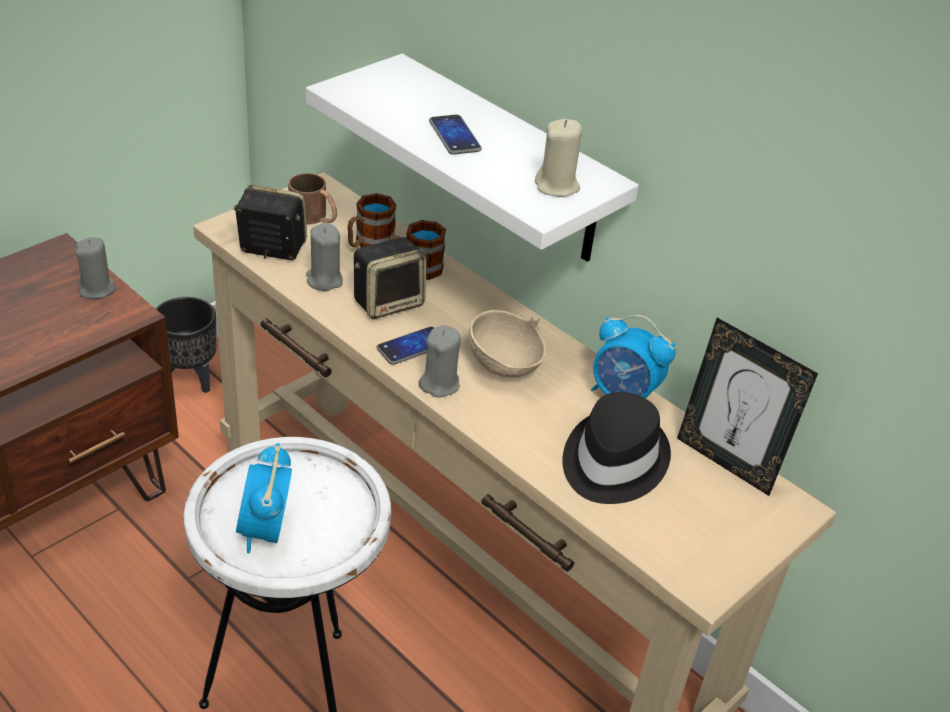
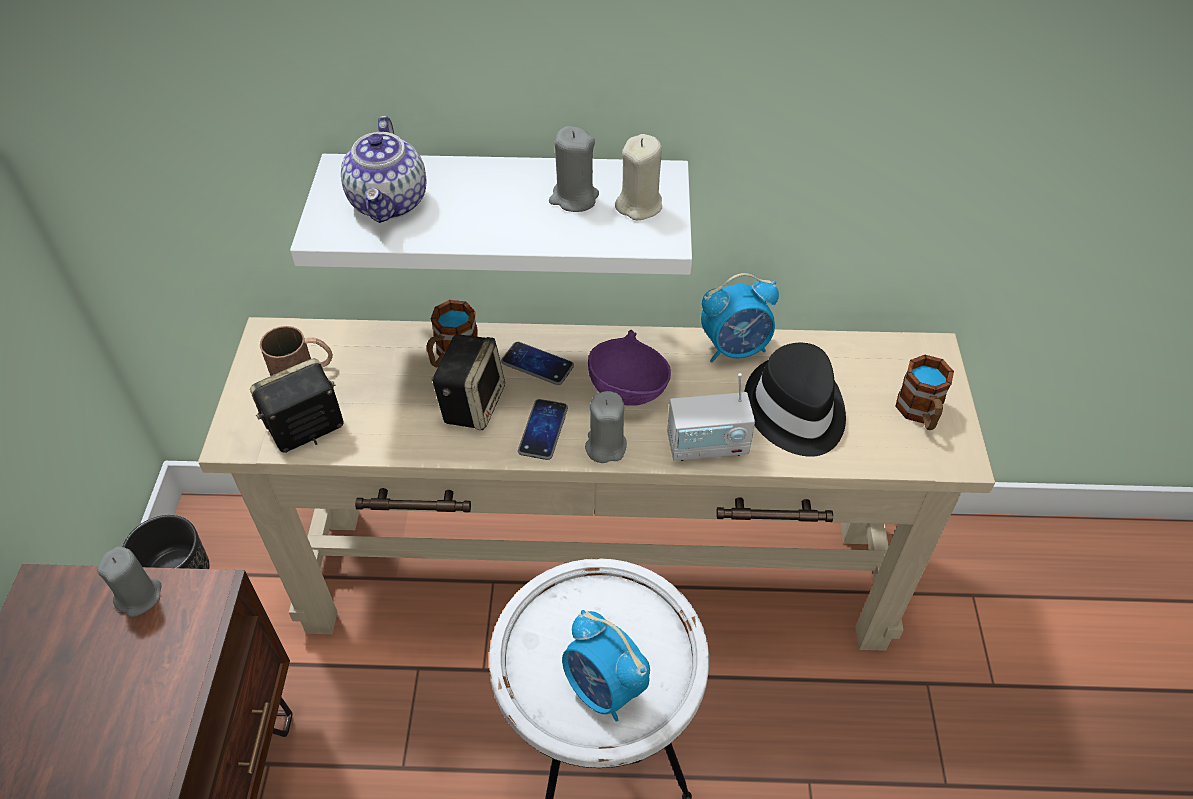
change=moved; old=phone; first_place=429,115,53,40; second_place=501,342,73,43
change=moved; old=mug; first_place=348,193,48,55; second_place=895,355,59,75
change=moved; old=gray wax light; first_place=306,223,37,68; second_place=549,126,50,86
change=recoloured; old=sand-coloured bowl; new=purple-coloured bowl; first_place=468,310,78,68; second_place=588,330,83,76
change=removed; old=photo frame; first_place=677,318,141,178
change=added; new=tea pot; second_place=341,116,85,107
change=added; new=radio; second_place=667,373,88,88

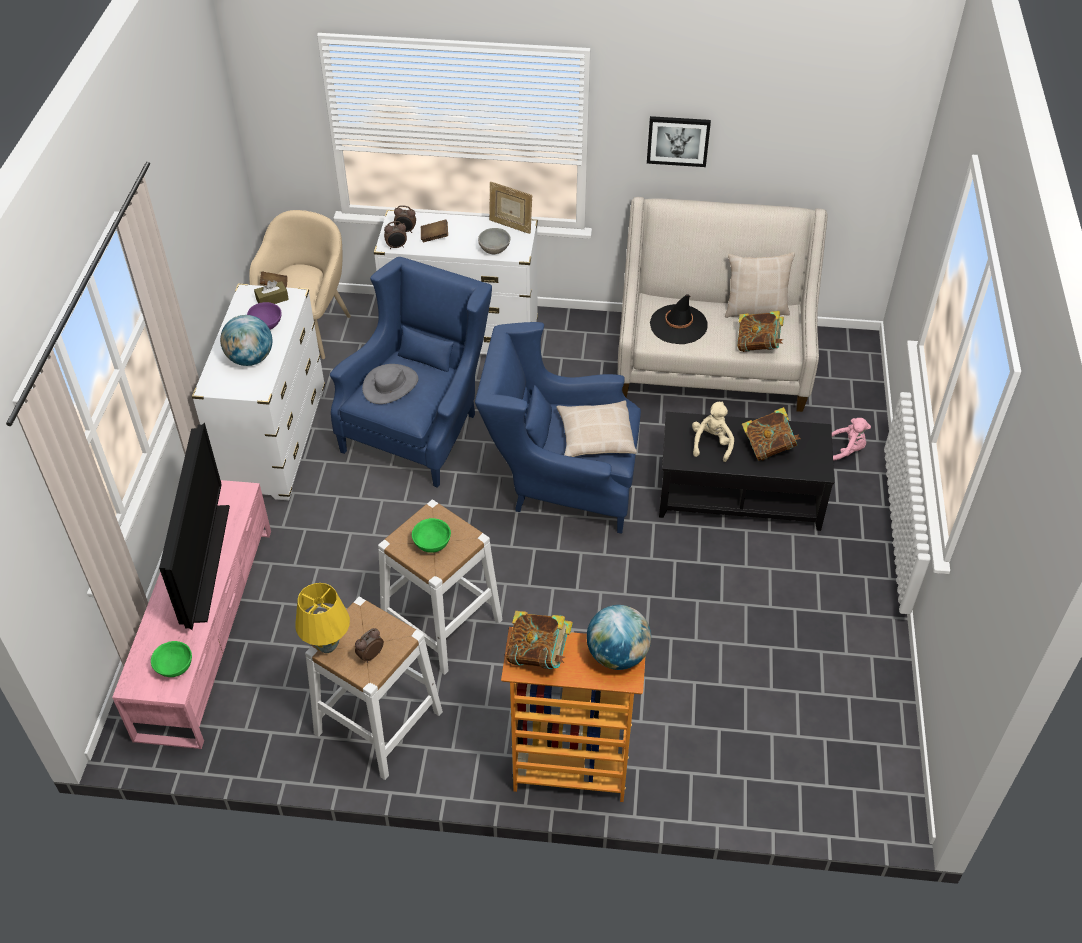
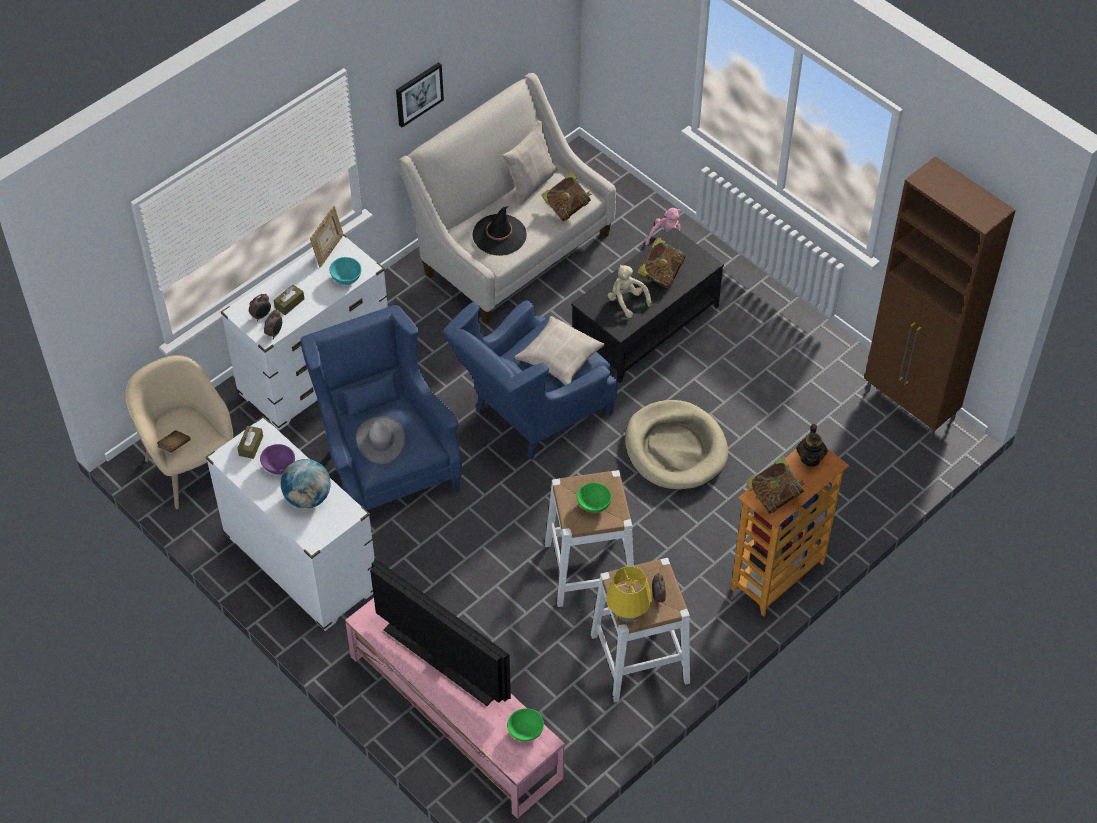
change=turned; old=photo frame; first_place=489,182,43,52; second_place=310,206,34,62; degrees=-45
change=replaced; old=brownish bound book; new=brownish tissue holder; first_place=421,220,27,22; second_place=273,285,31,30
change=recoloured; old=gray bowl; new=turquoise-coloured bowl; first_place=478,228,32,27; second_place=329,257,32,28
change=replaced; old=globe; new=tea pot; first_place=587,605,64,65; second_place=797,424,31,43
change=added; new=brownish cupboard; second_place=864,156,152,284
change=added; new=sand-coloured dog bed; second_place=625,400,103,90

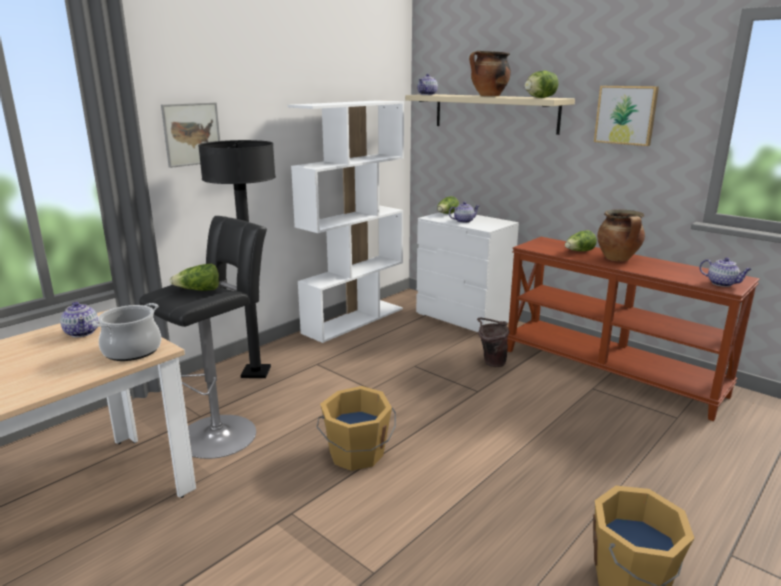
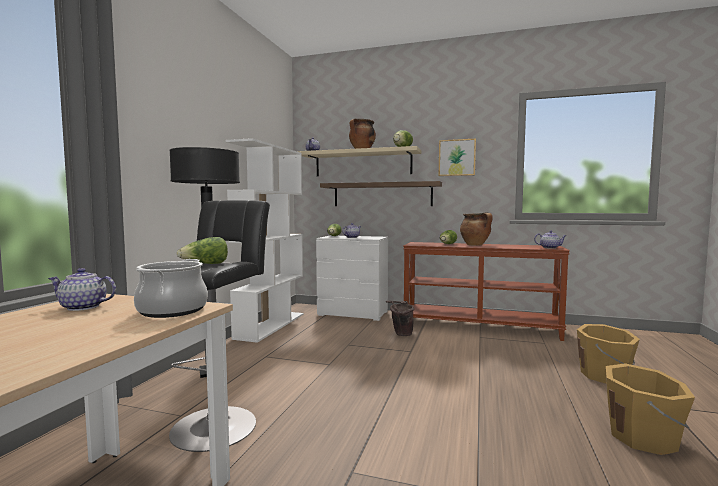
change=removed; old=wall art; first_place=161,102,59,66
change=turned; old=tea pot; first_place=60,302,39,35; second_place=48,268,68,43; degrees=150
change=moved; old=orange pail; first_place=317,386,79,85; second_place=577,324,63,60
change=added; new=bracket shelf; second_place=320,181,122,25

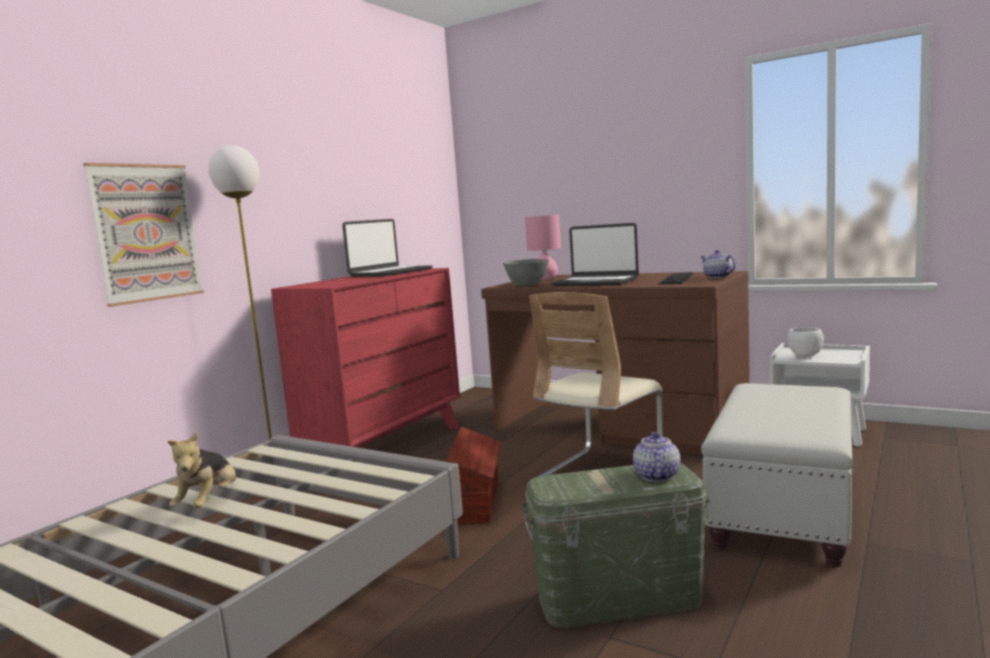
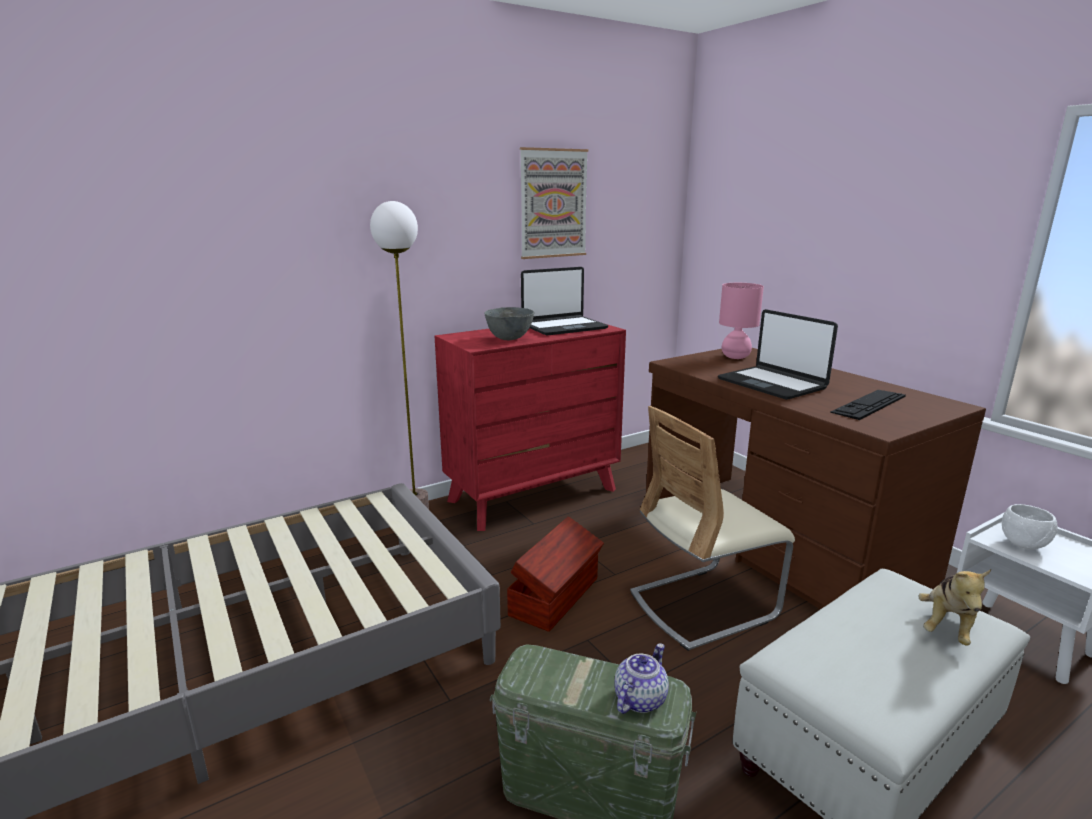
change=moved; old=wall art; first_place=83,163,121,144; second_place=520,147,68,112
change=removed; old=tea pot; first_place=701,250,35,28
change=moved; old=gray bowl; first_place=503,259,46,28; second_place=484,307,50,33
change=moved; old=soft toy; first_place=168,432,68,76; second_place=919,569,72,77

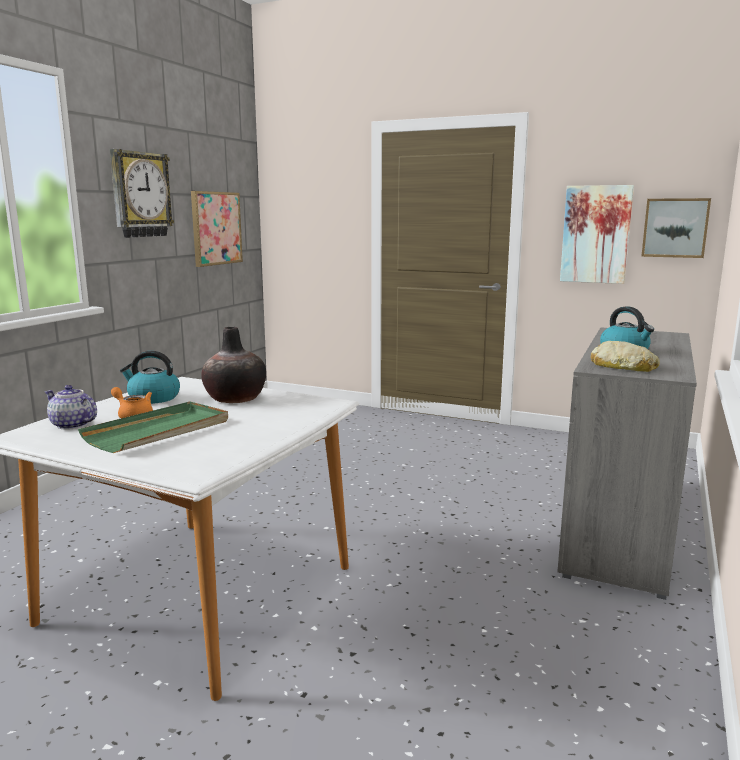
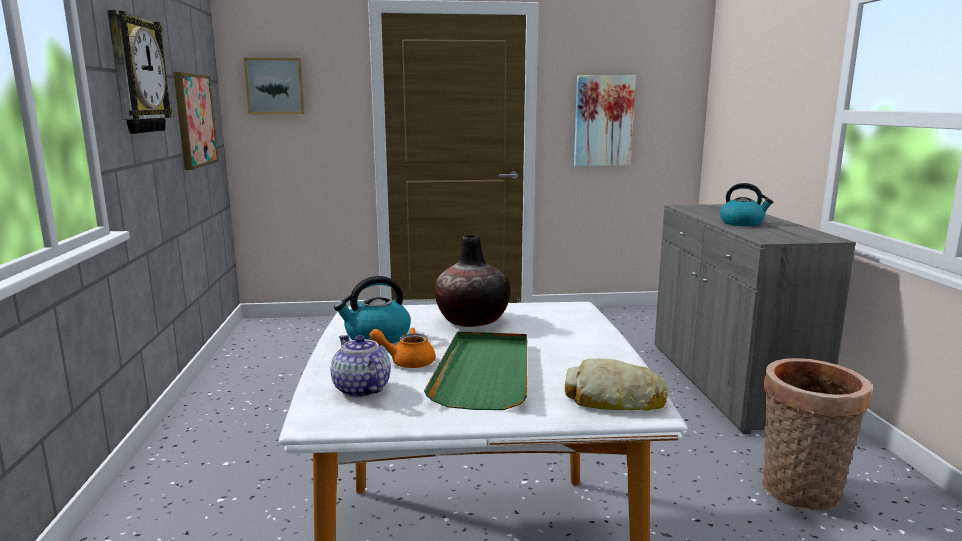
change=moved; old=wall art; first_place=641,198,70,60; second_place=244,58,61,56
change=moved; old=baked bread; first_place=591,341,69,31; second_place=565,358,103,53
change=turned; old=tea pot; first_place=45,385,52,45; second_place=331,335,60,63; degrees=60
change=added; new=household basket; second_place=762,358,110,153

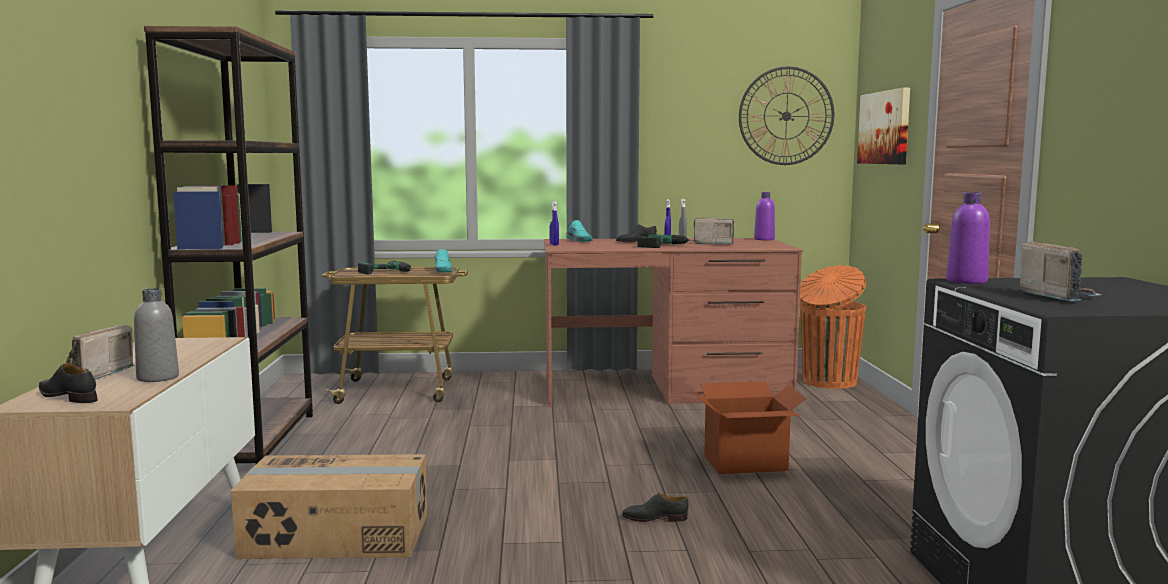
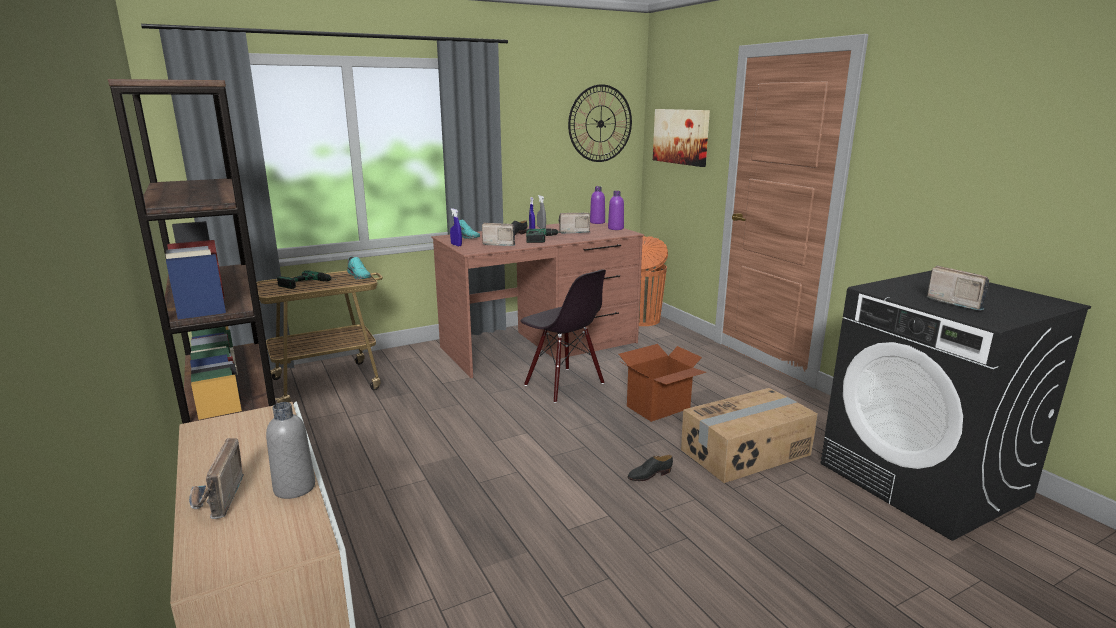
change=moved; old=purple-coloured drink bottle; first_place=946,192,44,92; second_place=608,191,16,39
change=removed; old=black-coloured shoe; first_place=39,363,59,40
change=moved; old=cardboard box; first_place=231,454,196,105; second_place=681,388,137,95
change=added; new=radio; second_place=482,223,34,23
change=added; new=black-coloured upright chair; second_place=521,270,85,133

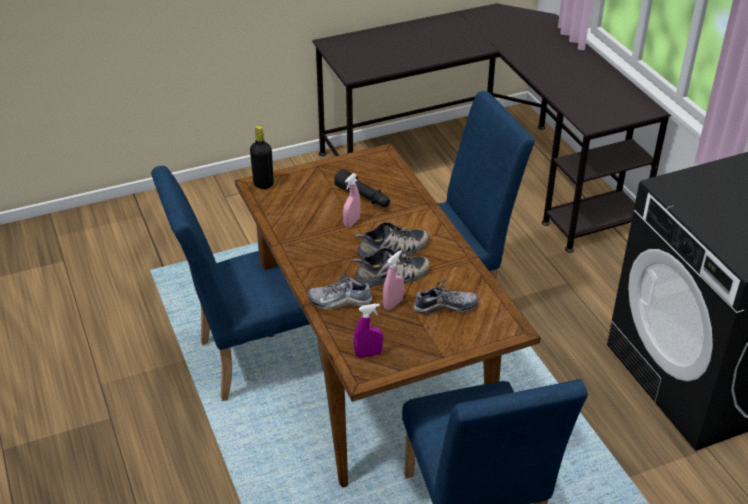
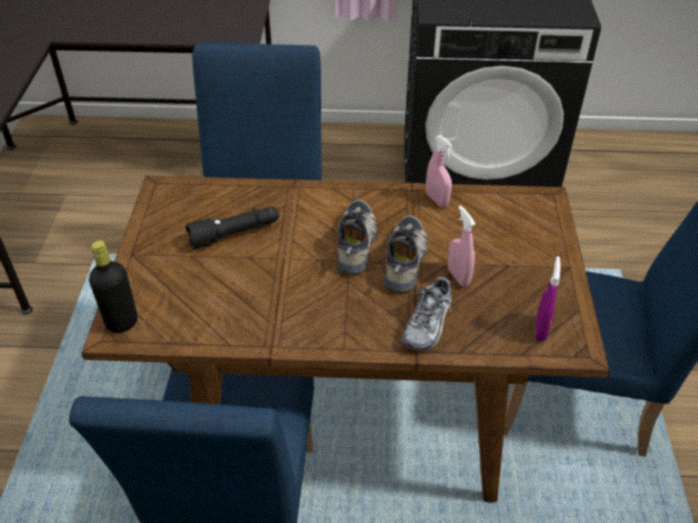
change=moved; old=pink-coloured hand sprayer; first_place=343,173,17,55; second_place=426,135,27,72
change=removed; old=shoe; first_place=414,278,64,36

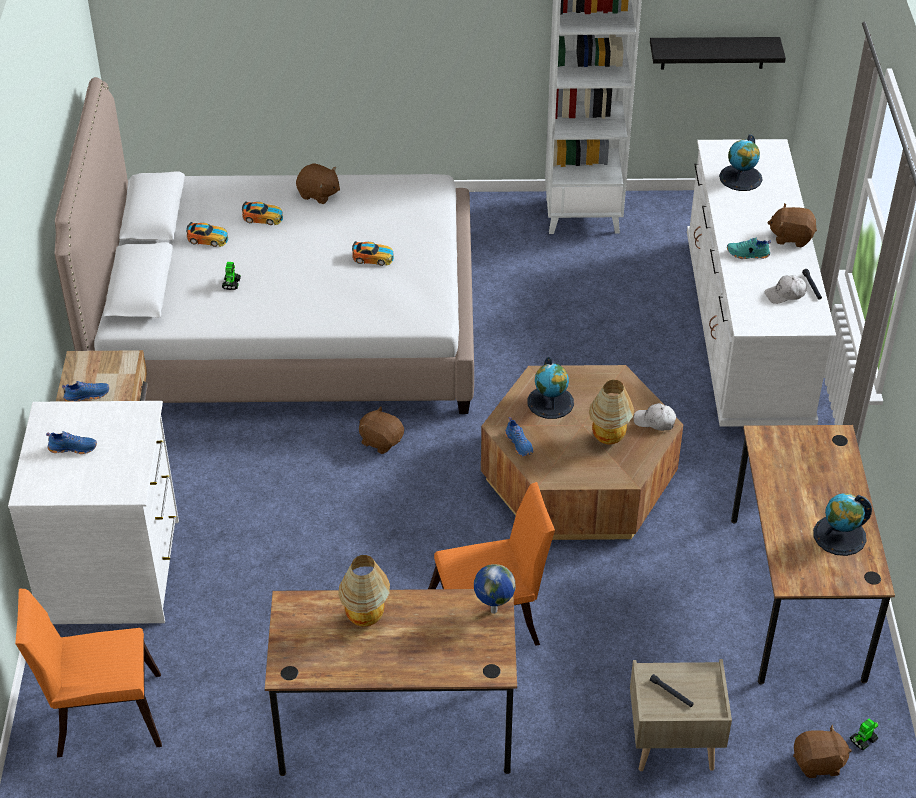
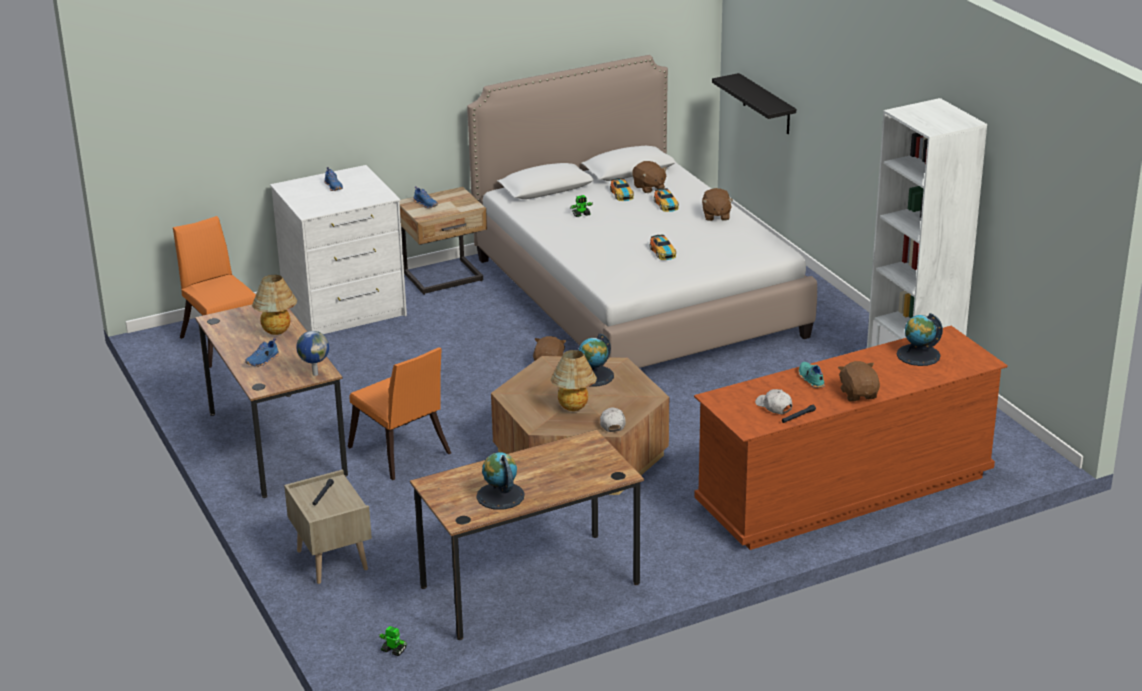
change=moved; old=black-coloured bracket shelf; first_place=650,37,136,32; second_place=712,73,84,61
change=recoloured; old=whitish drawer chest; new=brownish drawer chest; first_place=687,139,149,288; second_place=694,326,314,224
change=moved; old=bluish shoe; first_place=505,417,28,40; second_place=245,338,34,29
change=moved; old=brownish soft toy; first_place=793,725,59,53; second_place=632,161,35,32

